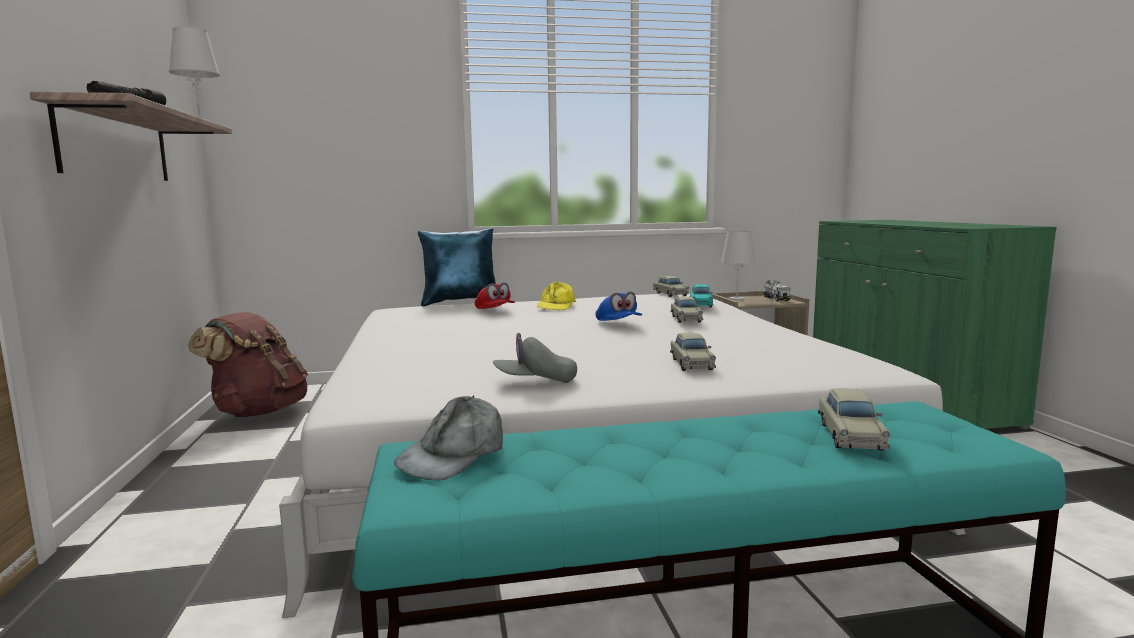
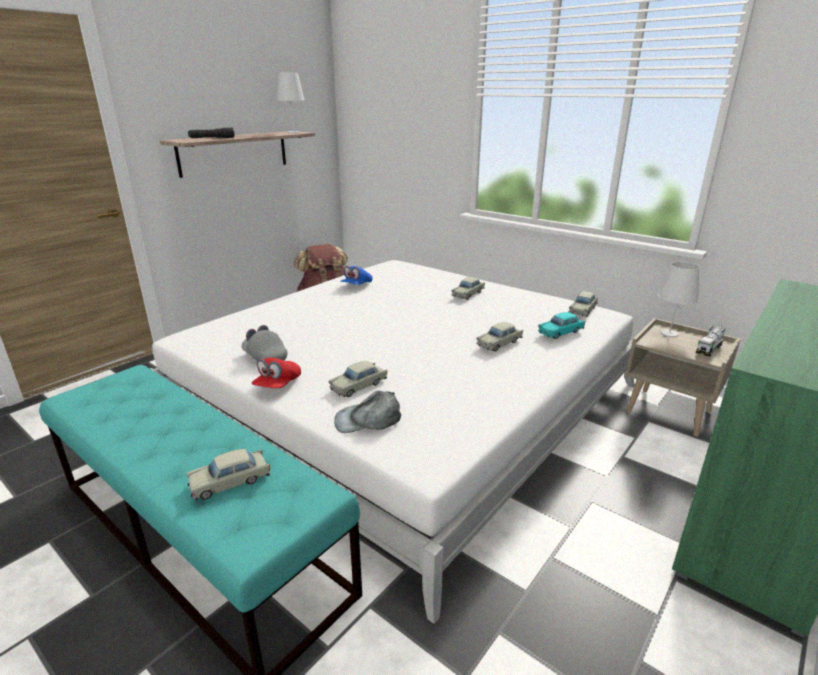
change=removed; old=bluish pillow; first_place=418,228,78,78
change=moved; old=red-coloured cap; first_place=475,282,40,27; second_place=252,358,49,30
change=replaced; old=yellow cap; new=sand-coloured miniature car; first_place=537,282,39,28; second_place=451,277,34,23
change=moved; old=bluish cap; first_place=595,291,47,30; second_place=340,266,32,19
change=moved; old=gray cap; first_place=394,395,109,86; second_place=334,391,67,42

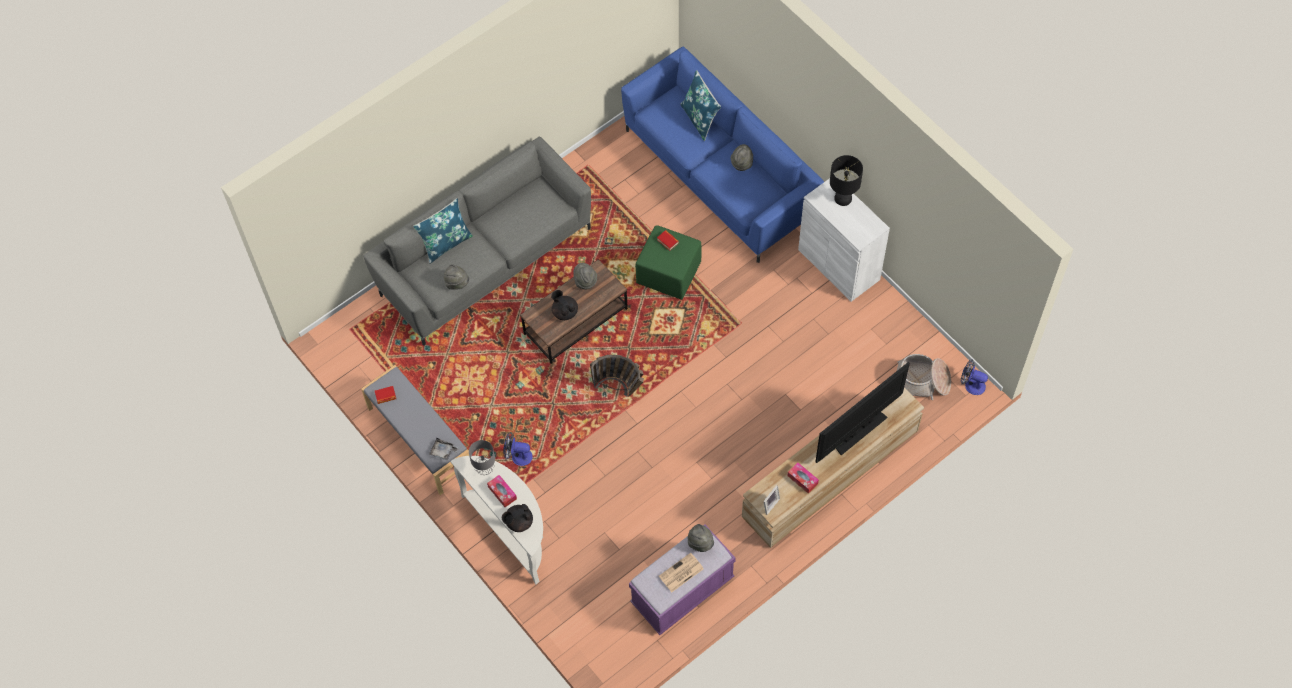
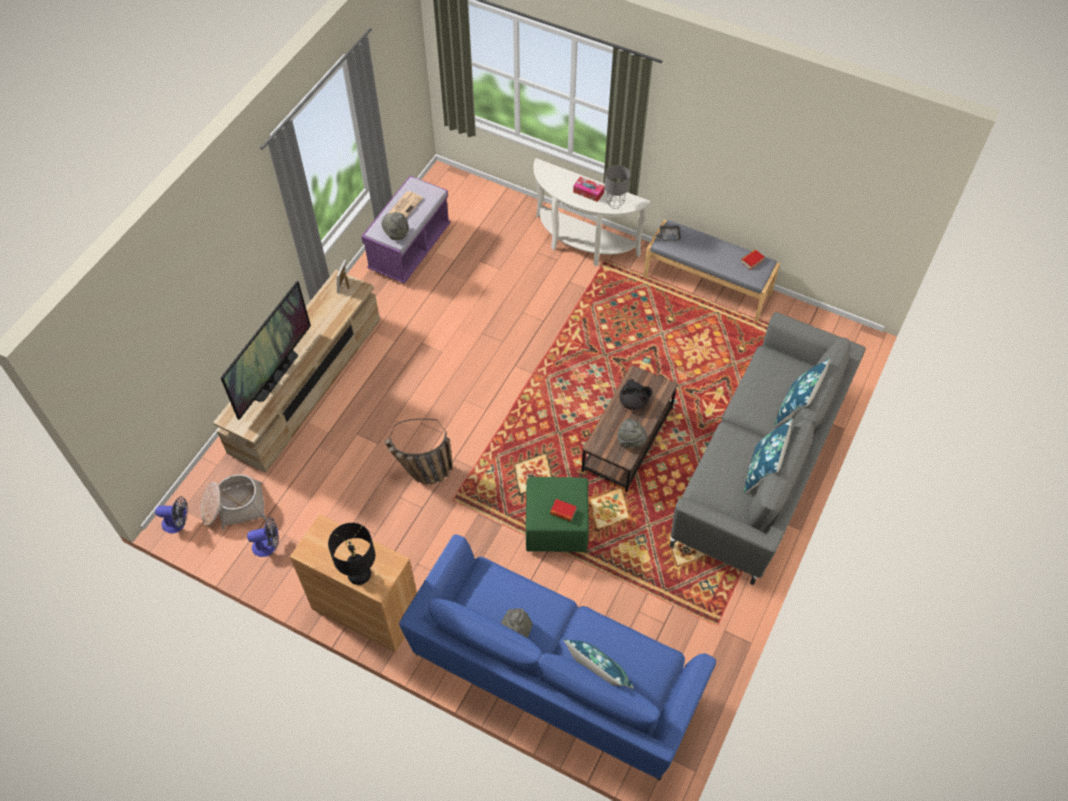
change=recoloured; old=whitish cupboard; new=brownish cupboard; first_place=798,178,92,124; second_place=290,514,127,139
change=removed; old=gray wearable hat; first_place=444,264,25,26
change=moved; old=household basket; first_place=590,354,54,42; second_place=385,419,68,65
change=moved; old=fan; first_place=503,432,30,34; second_place=247,517,32,40
change=removed; old=tissue holder; first_place=787,462,32,32
change=removed; old=black-coloured tea pot; first_place=502,504,31,28
change=added; new=bluish pillow; second_place=744,419,49,75

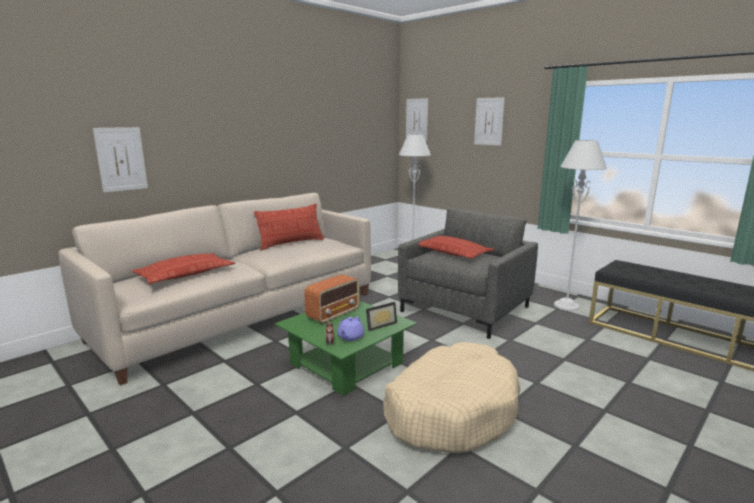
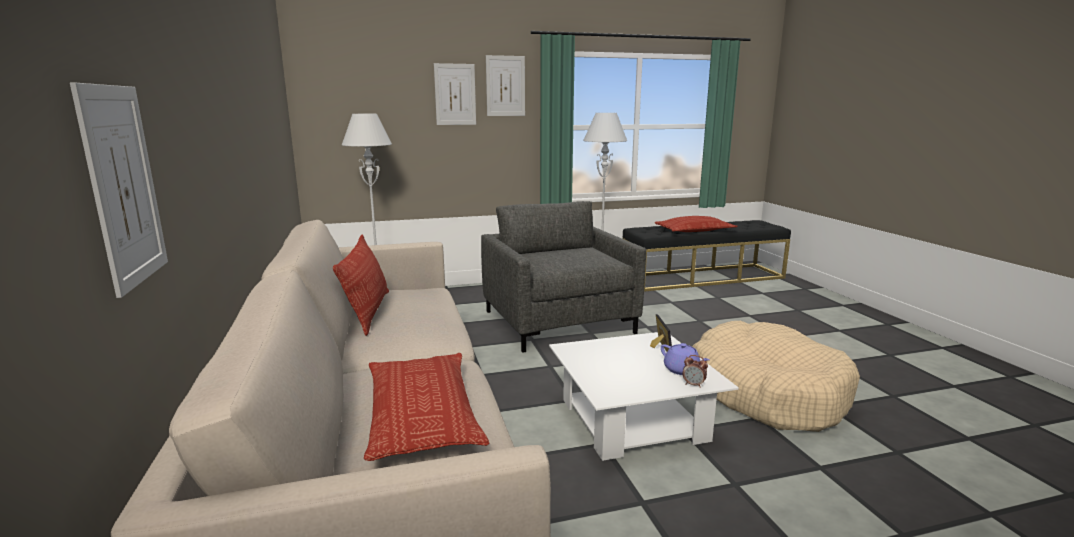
change=moved; old=wall art; first_place=406,98,22,43; second_place=486,55,39,61
change=moved; old=pillow; first_place=418,236,76,23; second_place=655,216,82,16
change=removed; old=radio; first_place=304,274,55,50
change=recoloured; old=green coffee table; new=whitish coffee table; first_place=274,301,143,95; second_place=549,332,190,129

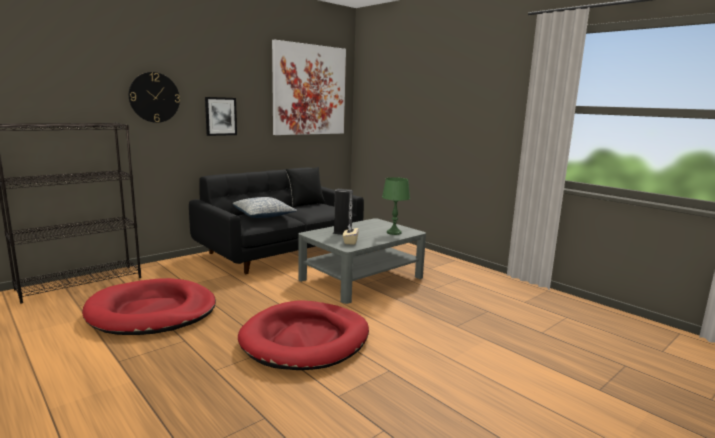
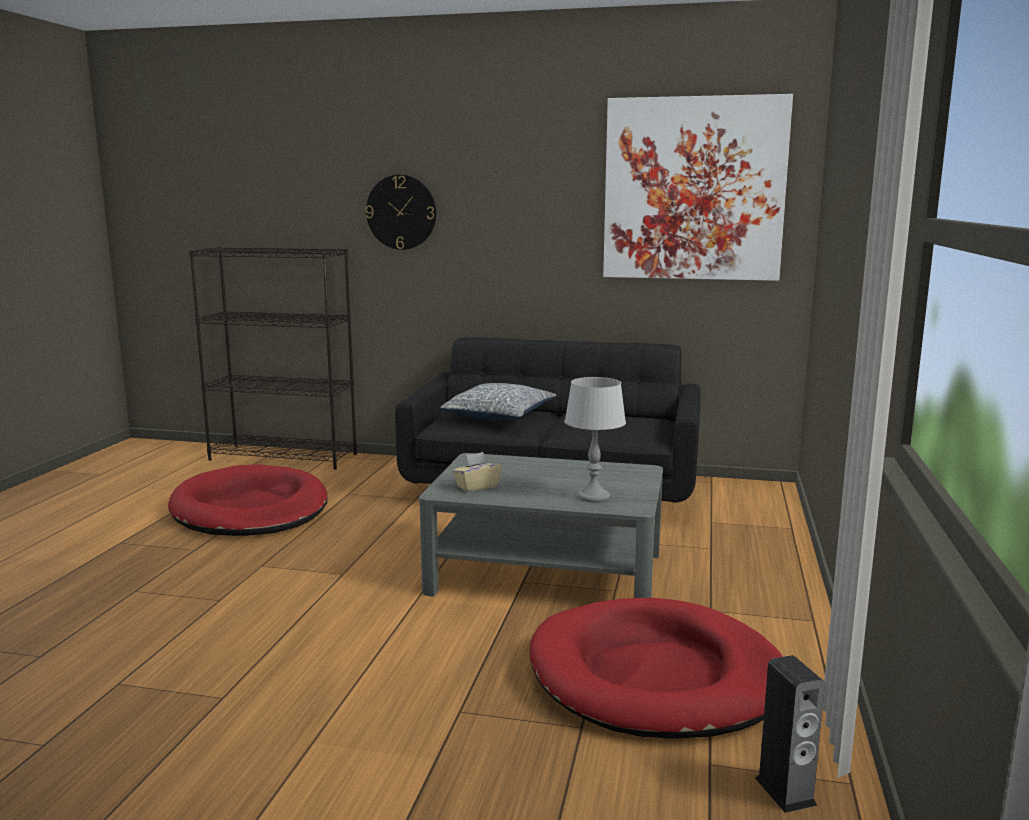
change=removed; old=wall art; first_place=205,97,32,39
change=removed; old=black-coloured pillow; first_place=286,167,39,40
change=recoloured; old=green tabletop lamp; new=gray tabletop lamp; first_place=382,177,28,58; second_place=564,377,62,125
change=moved; old=loudspeaker; first_place=333,189,20,46; second_place=755,655,70,158
change=moved; old=red-coloured dog bed; first_place=238,300,131,70; second_place=530,598,253,141

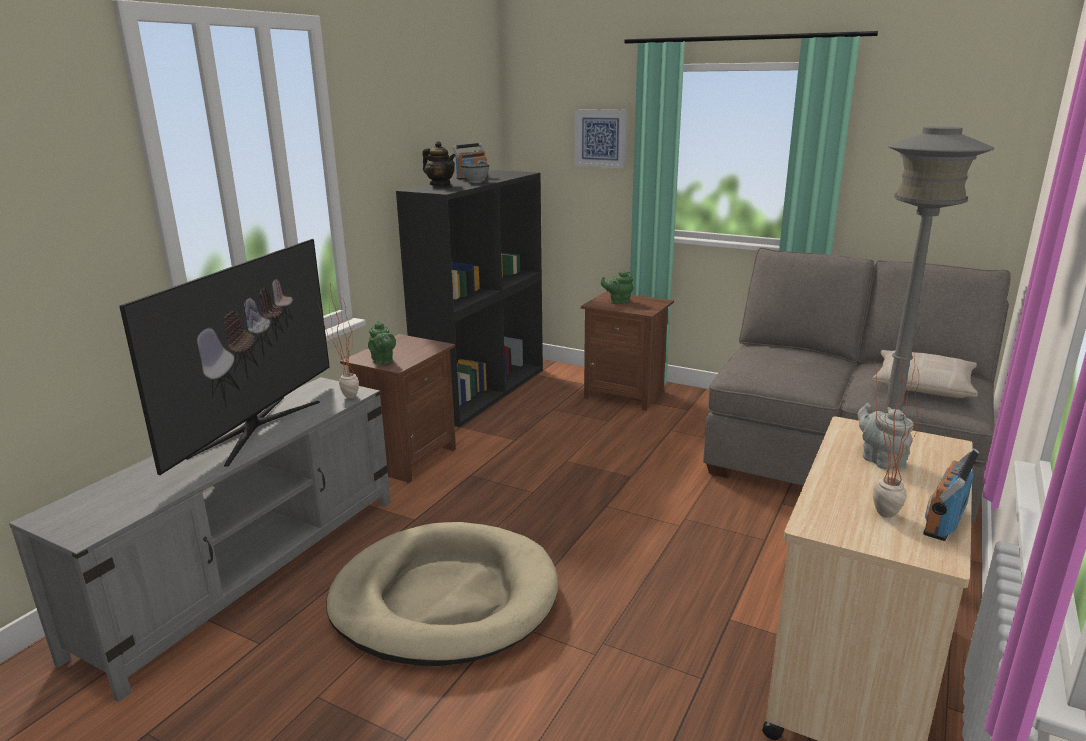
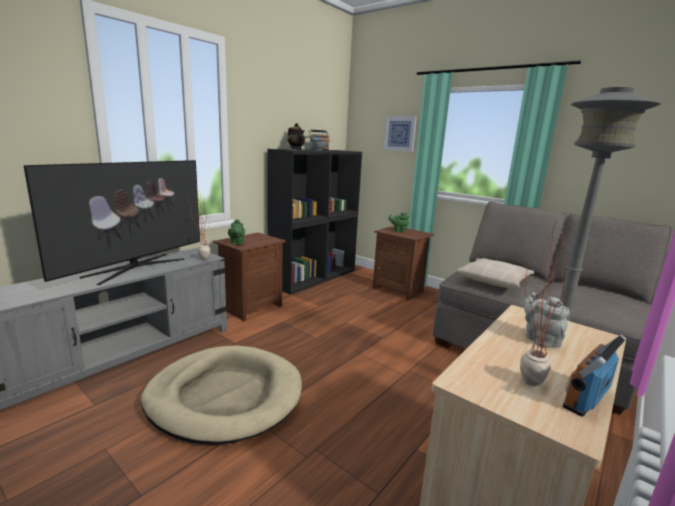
change=moved; old=sand-coloured pillow; first_place=872,350,106,48; second_place=456,258,78,31

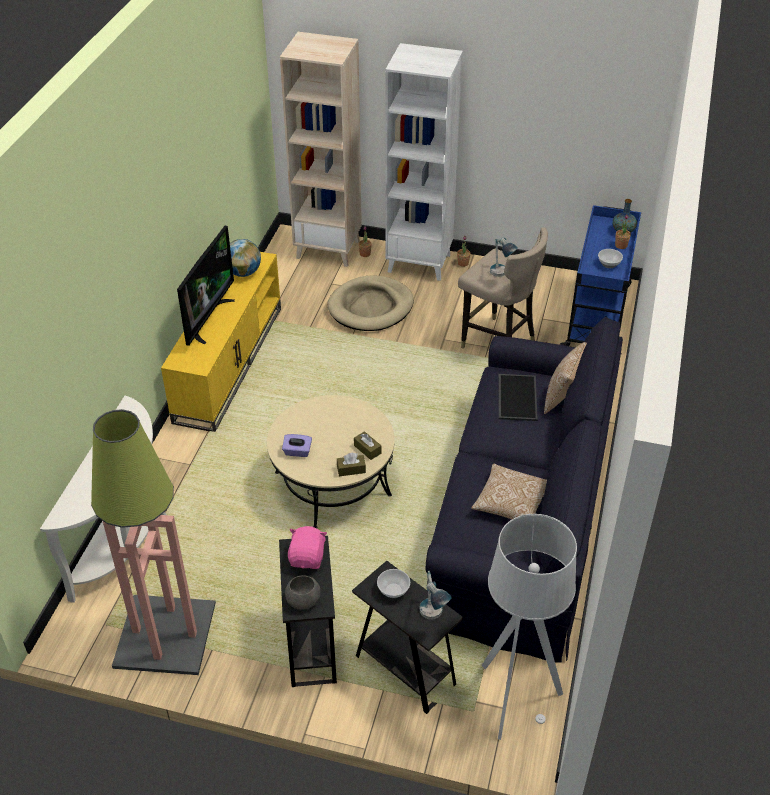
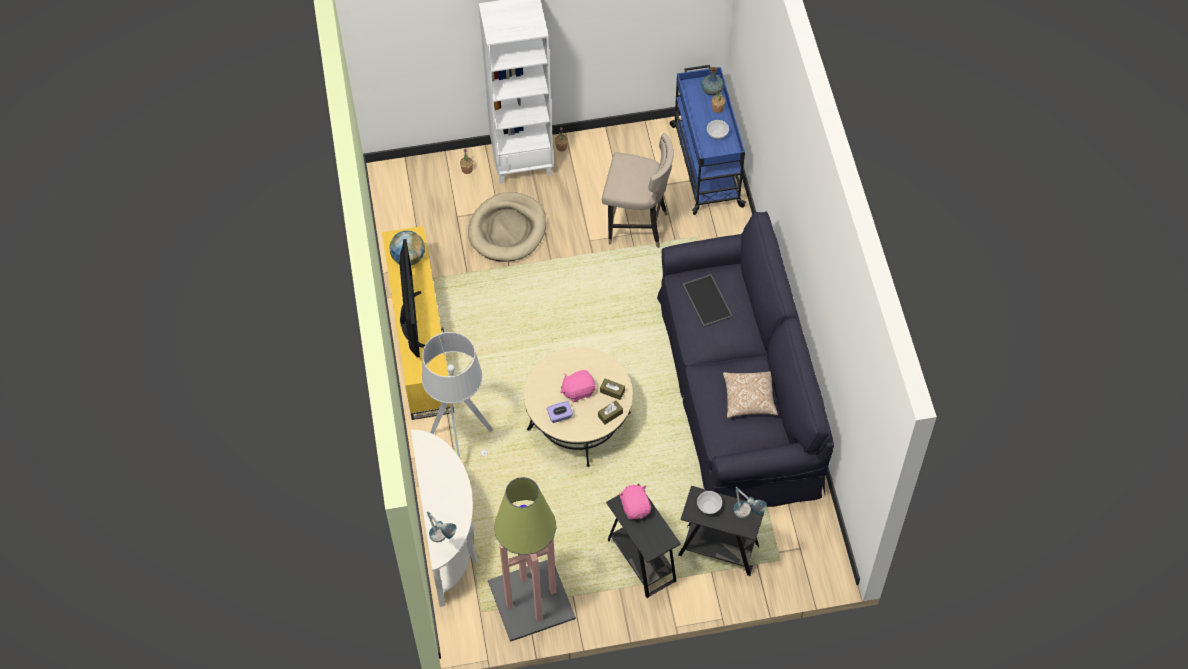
change=removed; old=sand-coloured shelving unit; first_place=280,32,82,235
change=moved; old=tabletop lamp; first_place=490,238,28,39; second_place=427,512,30,30
change=removed; old=pillow; first_place=544,342,43,72
change=moved; old=gray standard lamp; first_place=482,514,95,226; second_place=422,332,71,128
change=removed; old=gray bowl; first_place=285,575,36,35
change=added; new=pink-coloured soft toy; second_place=560,370,35,33

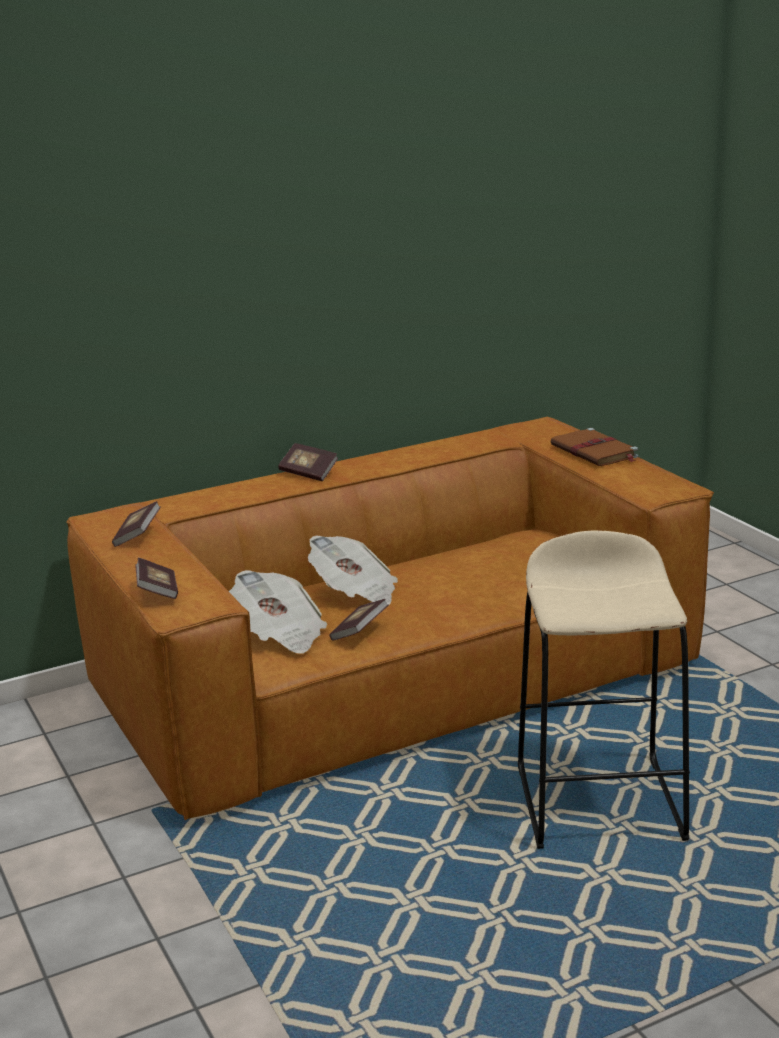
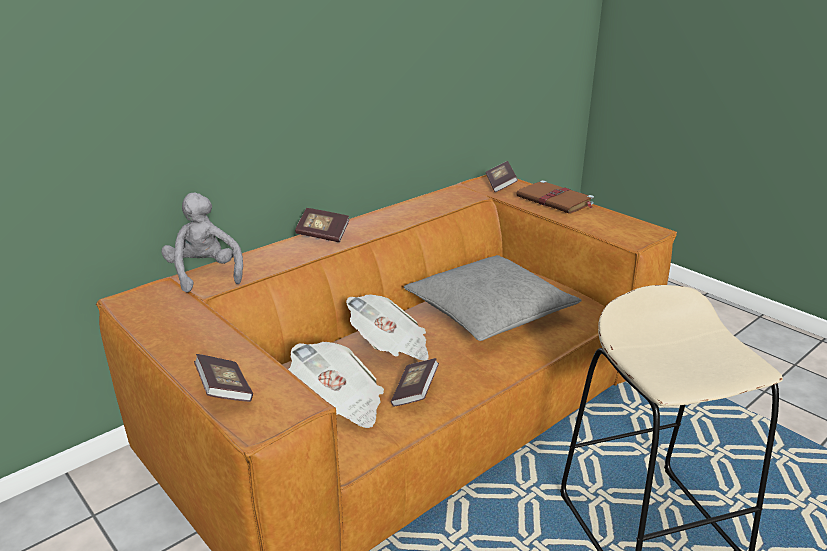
change=moved; old=bound book; first_place=112,501,49,46; second_place=486,161,32,31
change=added; new=gray soft toy; second_place=161,193,82,100
change=added; new=gray pillow; second_place=404,255,177,86

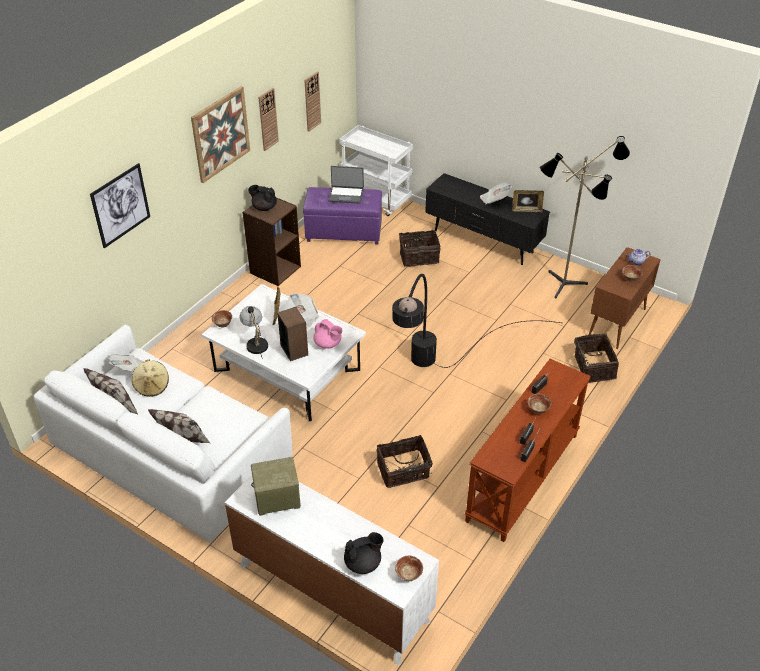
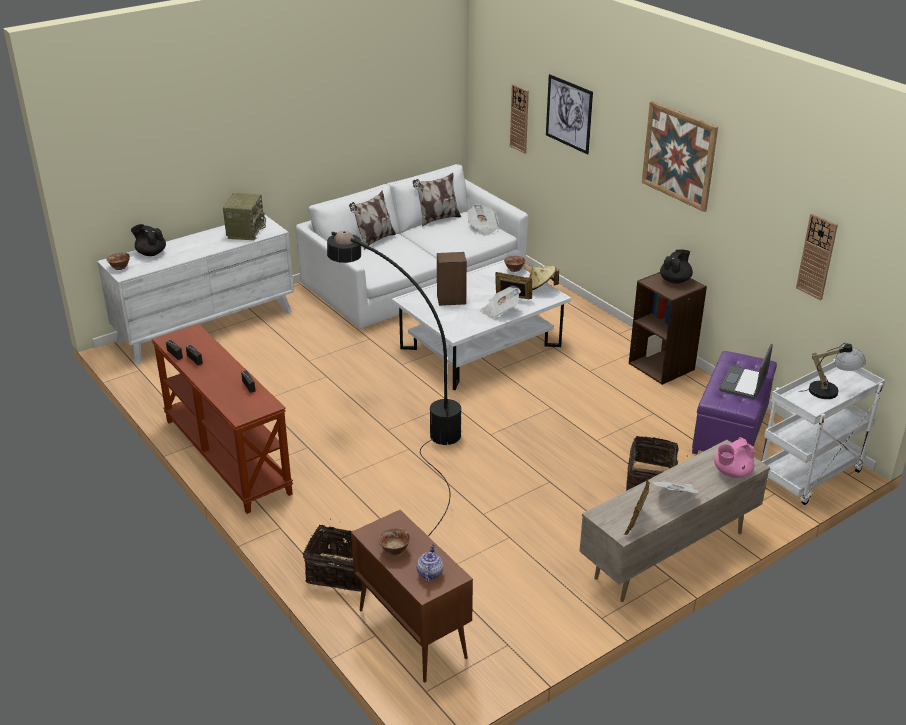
change=moved; old=hanging clock; first_place=258,88,21,63; second_place=510,84,19,70
change=removed; old=standard lamp; first_place=540,136,90,162
change=recoloured; old=black-coloured tv unit; new=sand-coloured tv unit; first_place=425,173,125,92; second_place=580,440,190,162
change=moved; old=tabletop lamp; first_place=240,306,28,53; second_place=799,343,67,56
change=moved; old=pink-coloured tea pot; first_place=313,319,30,30; second_place=714,437,41,41
change=moved; old=sand-coloured wearable hat; first_place=132,360,37,37; second_place=529,266,30,24
change=removed; old=bowl; first_place=527,394,24,20
change=removed; old=household basket; first_place=376,435,57,53
change=turned; old=black-coloured tea pot; first_place=344,532,40,42; second_place=131,224,35,32; degrees=120

